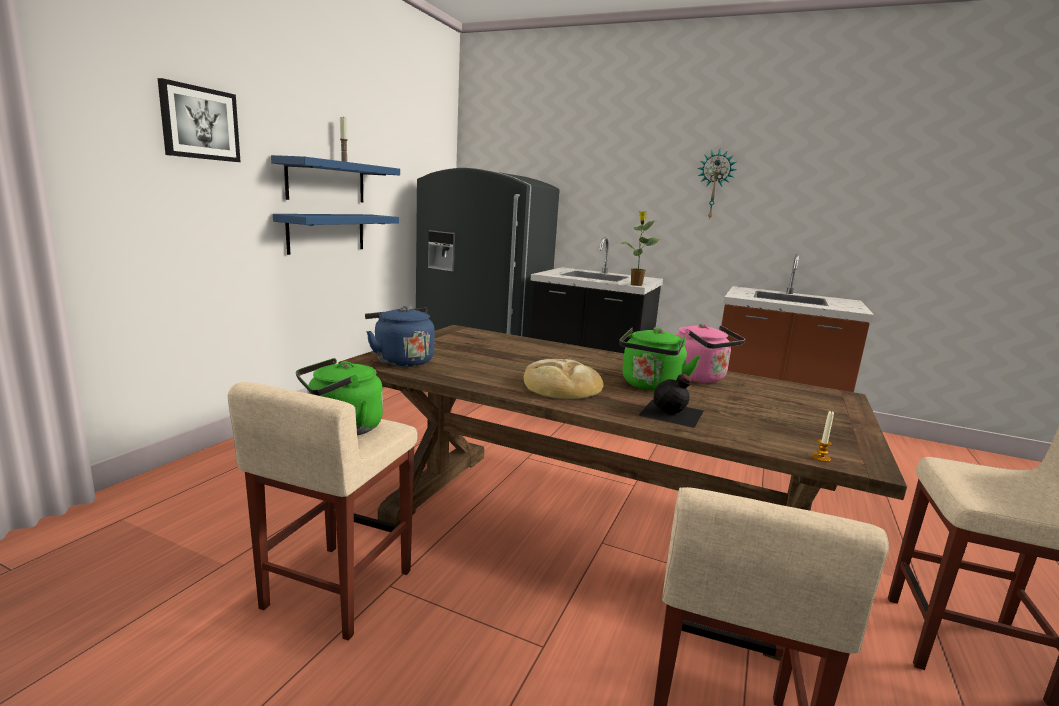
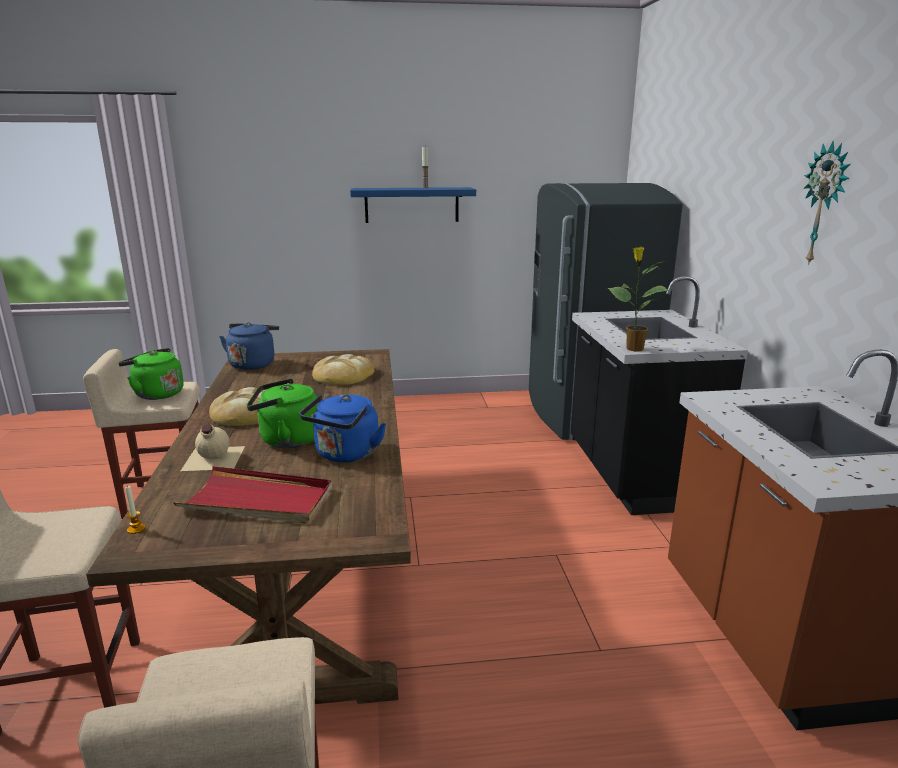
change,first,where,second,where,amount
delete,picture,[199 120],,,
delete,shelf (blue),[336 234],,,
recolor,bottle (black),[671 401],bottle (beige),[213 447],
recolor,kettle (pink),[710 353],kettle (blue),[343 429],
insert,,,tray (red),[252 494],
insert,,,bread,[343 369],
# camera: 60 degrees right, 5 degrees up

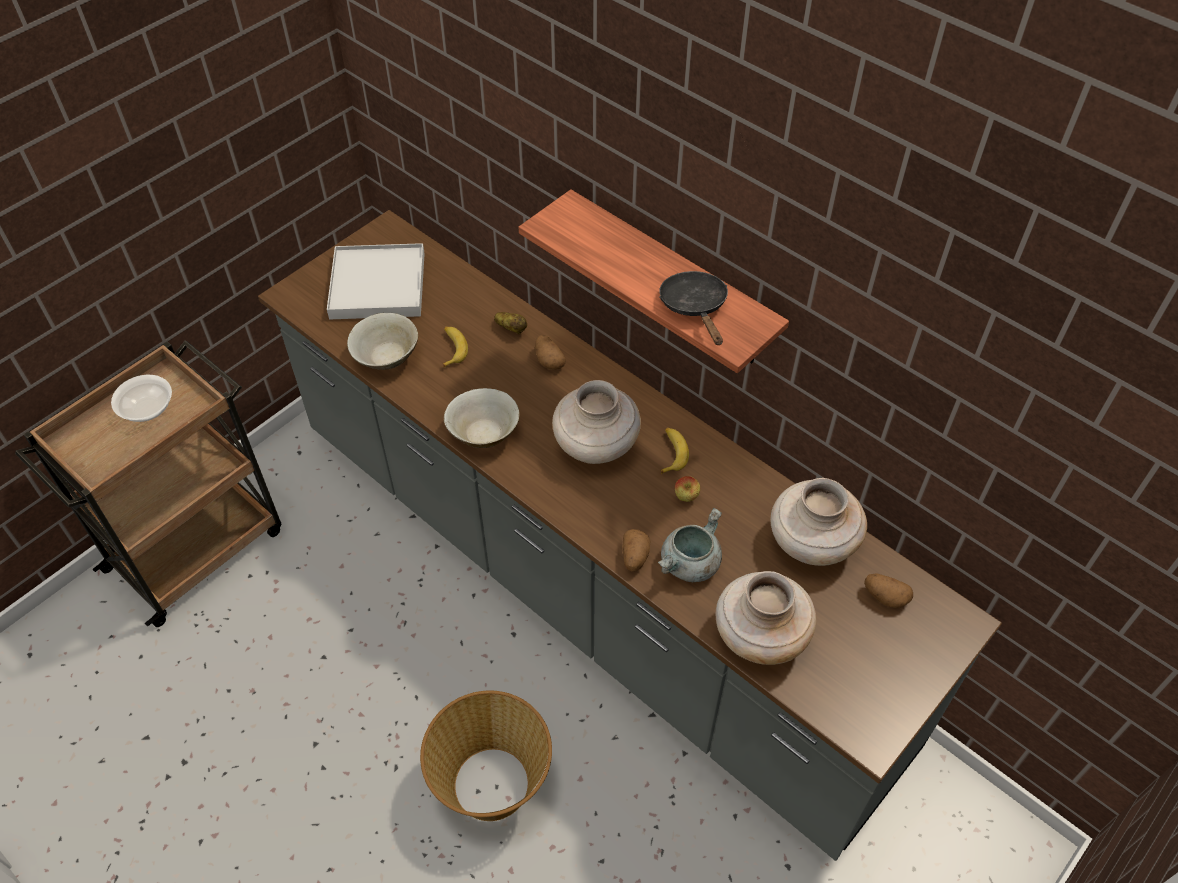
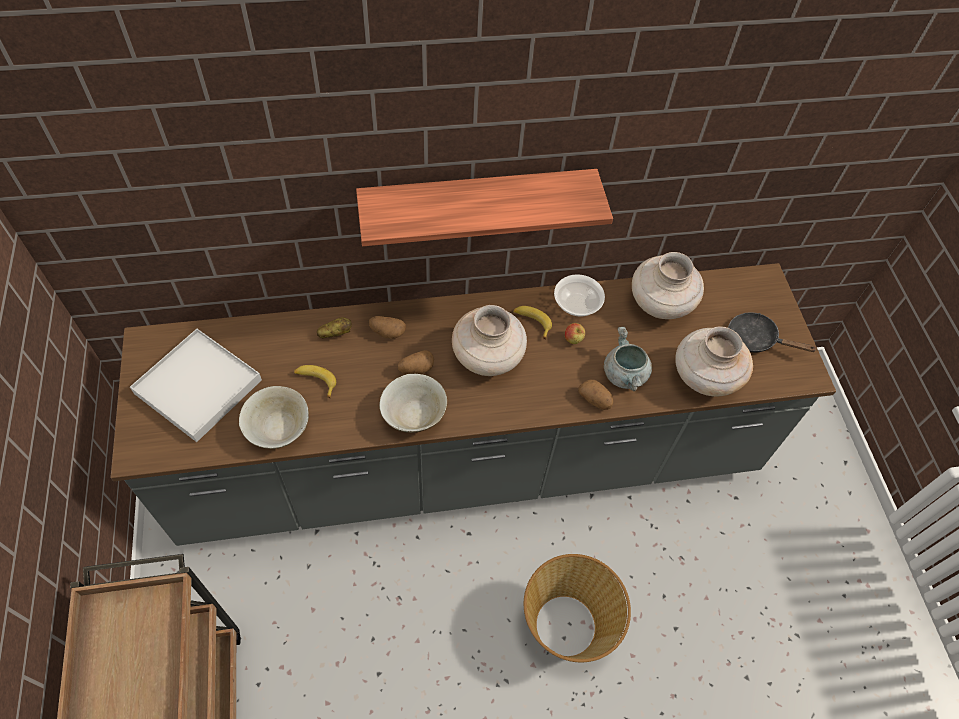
change,first,where,second,where,amount
move,bowl,[141 398],,[579 296],
move,frying pan (black),[693 308],,[772 332],
move,potato,[889 590],,[416 362],
# camera: 55 degrees left, 5 degrees up

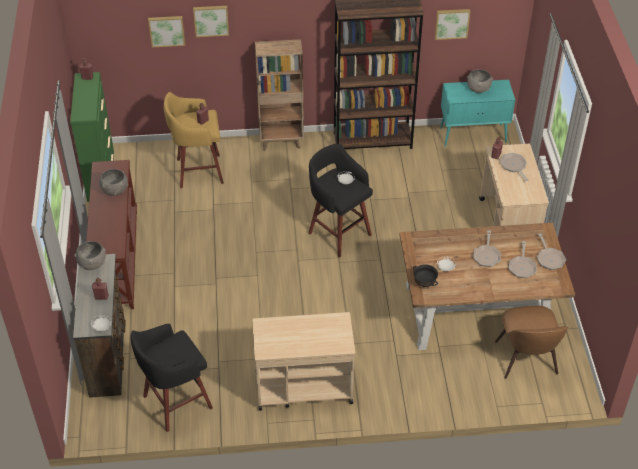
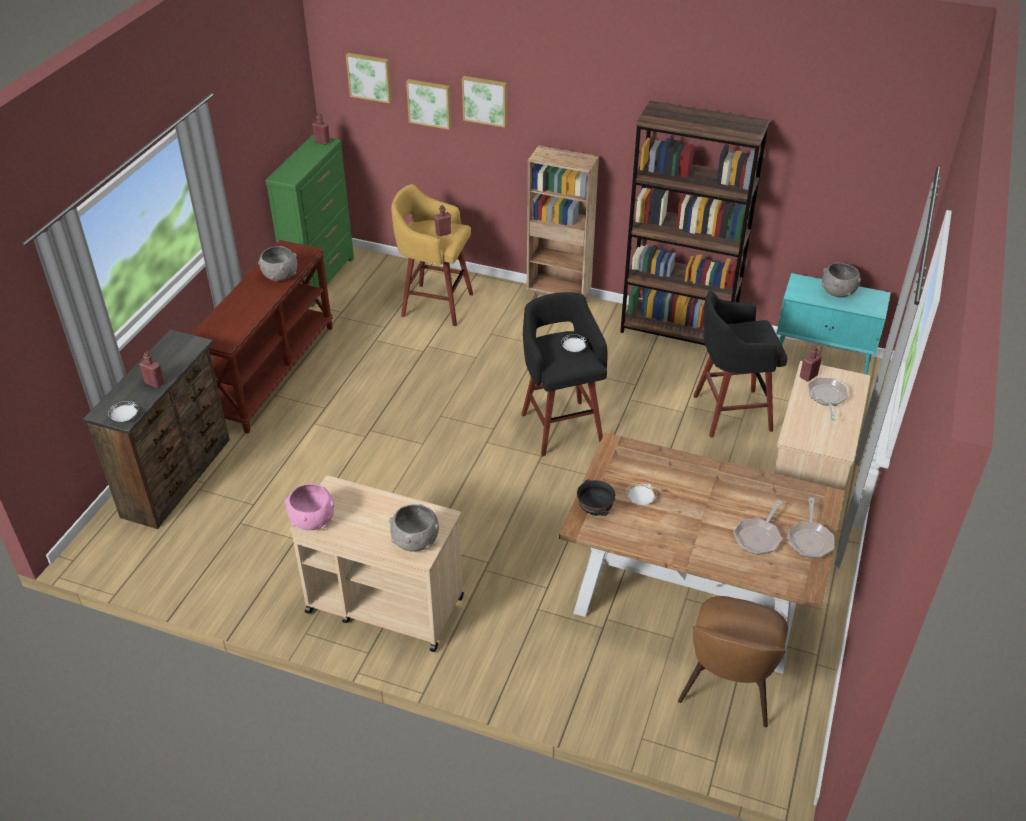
change,first,where,second,where,amount
move,bowl (grey),[90 255],,[414 528],
move,stool (black),[171 378],,[740 364],
move,picture,[452 24],,[369 78],
delete,frying pan,[487 248],,,
insert,,,bowl (pink),[309 506],
# camera: 25 degrees right, 5 degrees down

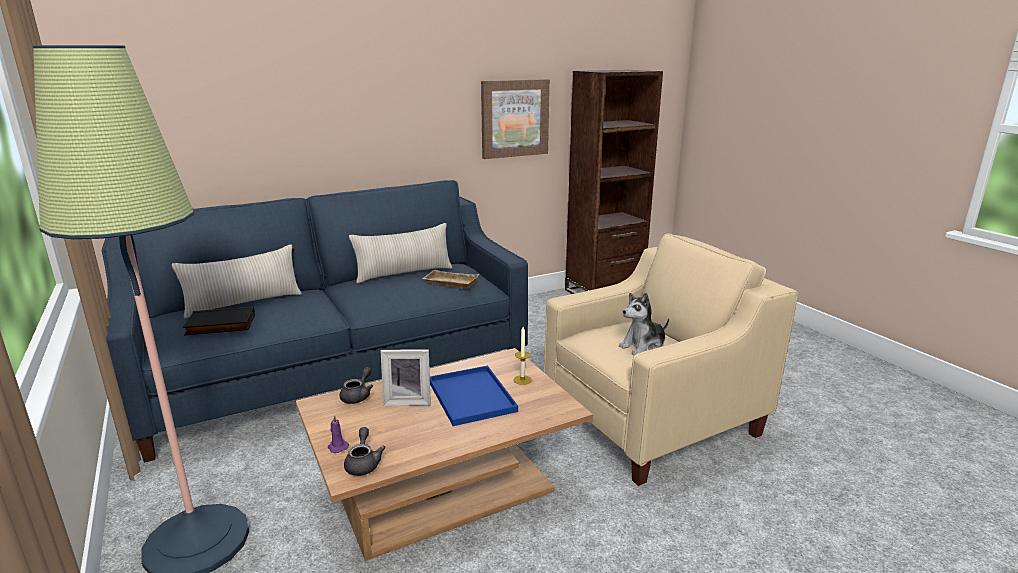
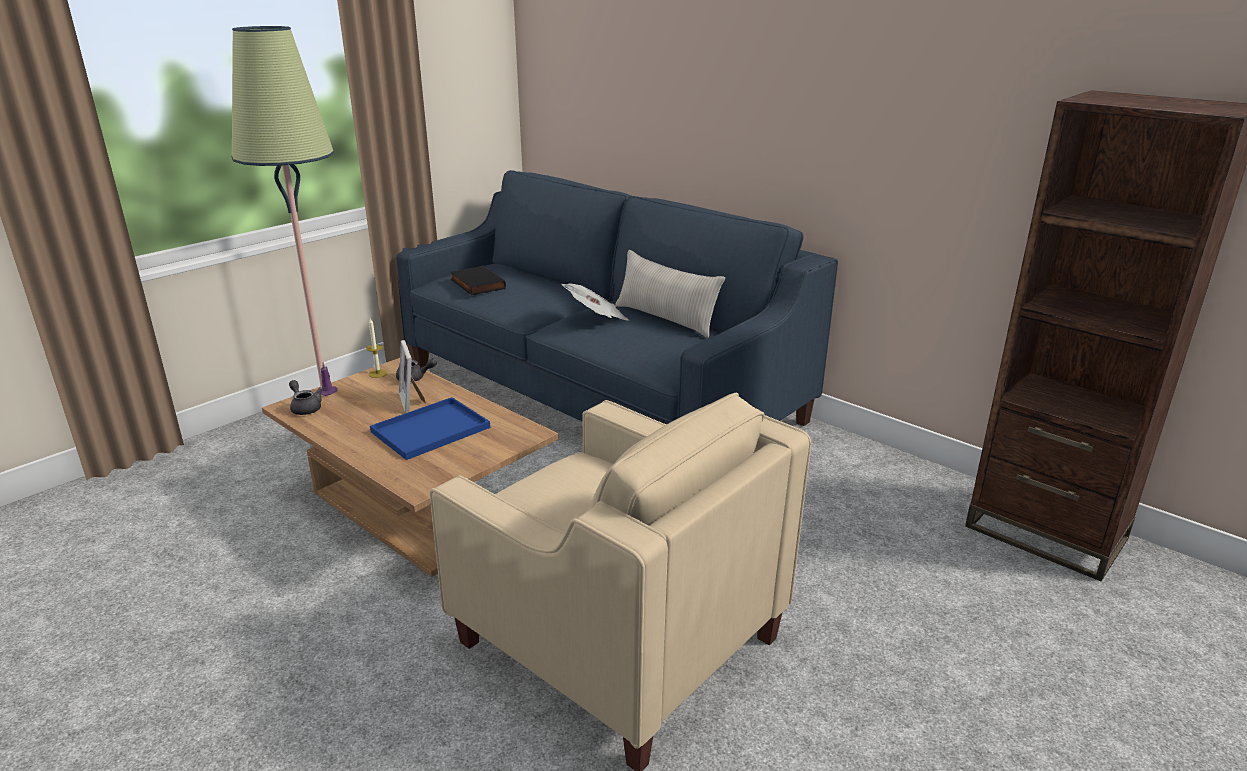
change,first,where,second,where,amount
delete,pillow (beige),[237 281],,,
rotate,teapot (grey),[365 451],,[306 397],105 degrees counterclockwise
delete,tray (beige),[450 279],,,
delete,picture,[515 119],,,
move,candle,[522 356],,[377 348],
delete,plush toy,[644 324],,,
insert,,,newspaper,[594 301],
# camera: 70 degrees right, 5 degrees up

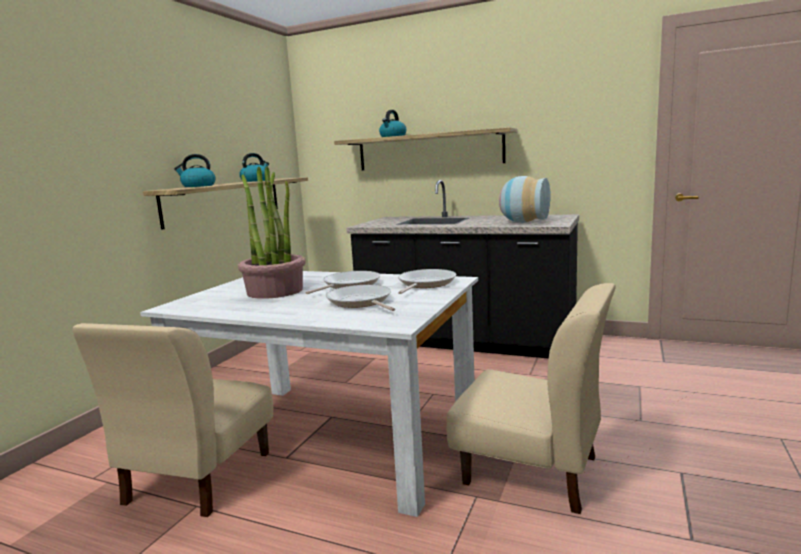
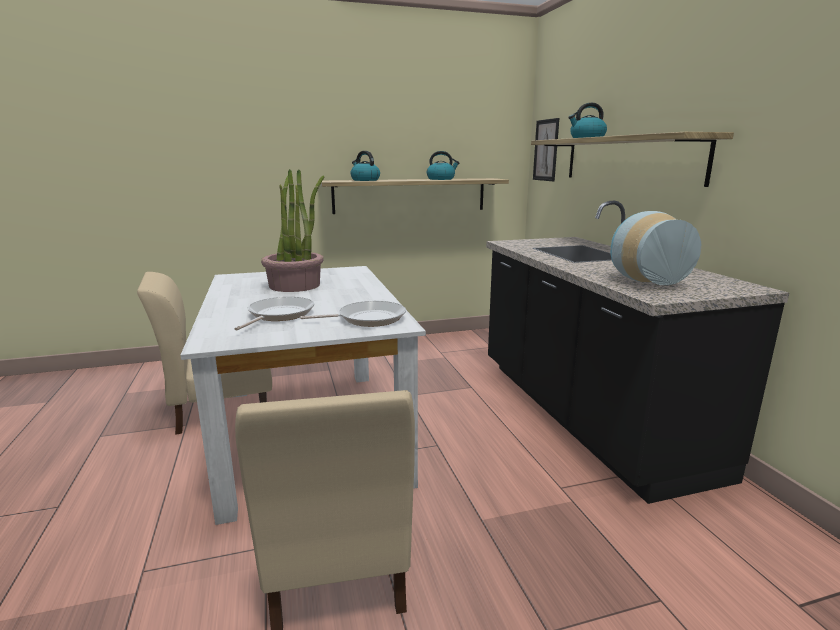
change,first,where,second,where,amount
delete,frying pan,[342 282],,,
insert,,,picture,[546 149],
# camera: 50 degrees right, 5 degrees up

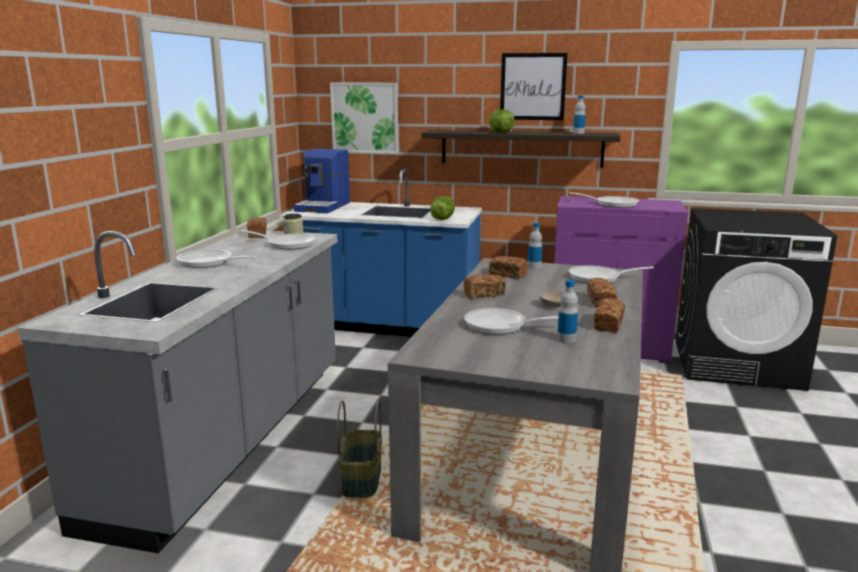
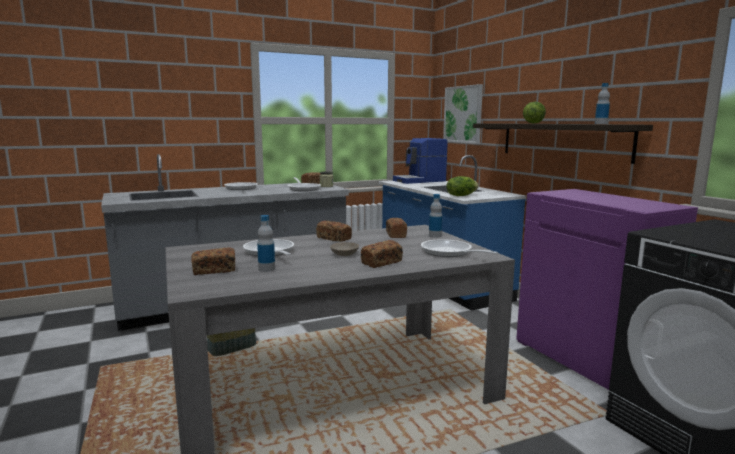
change,first,where,second,where,amount
delete,picture,[534 86],,,
delete,frying pan,[604 200],,,
move,bread,[609 315],,[213 261],
# camera: 50 degrees right, 5 degrees down

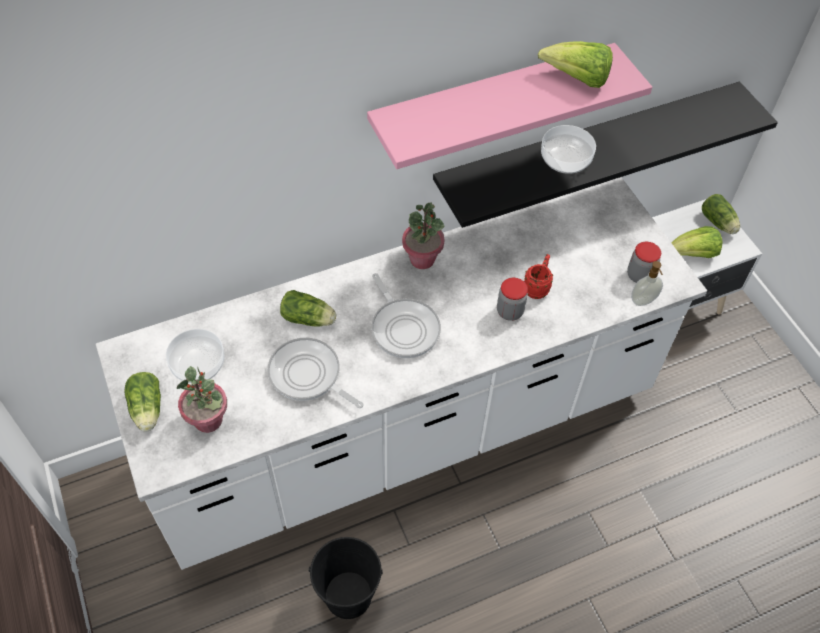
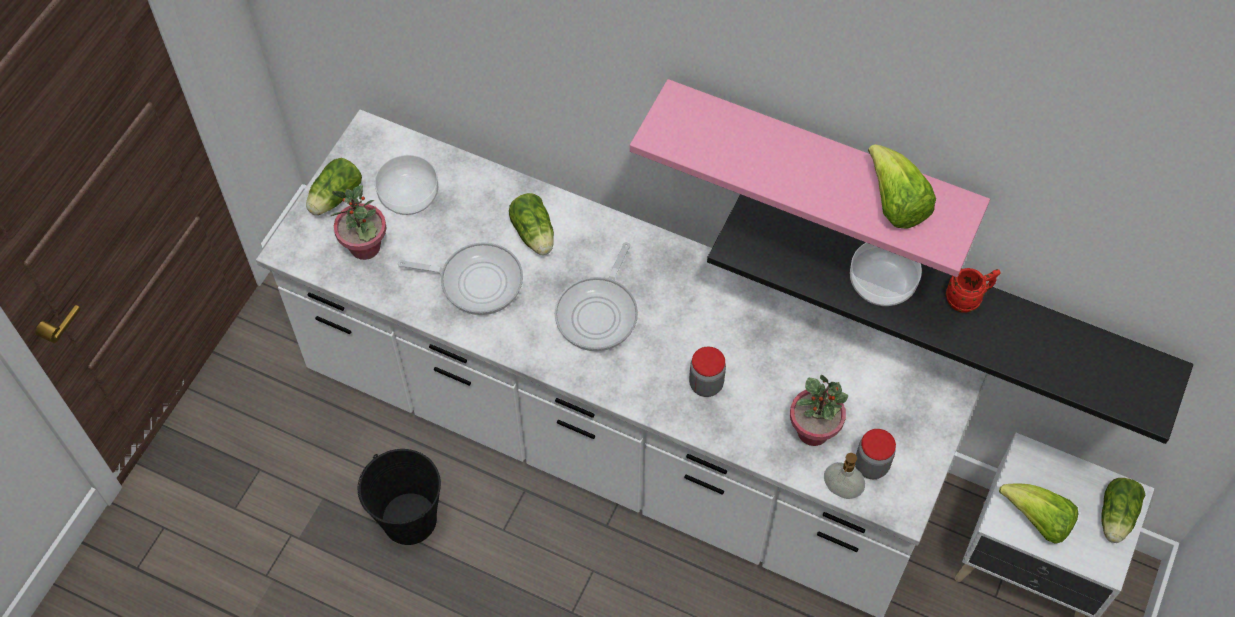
change,first,where,second,where,amount
rotate,frying pan,[315 373],,[460 278],105 degrees clockwise
move,potted plant,[423 235],,[819 410],
move,mug (red),[538 276],,[973 290],
# camera: 50 degrees right, 5 degrees up

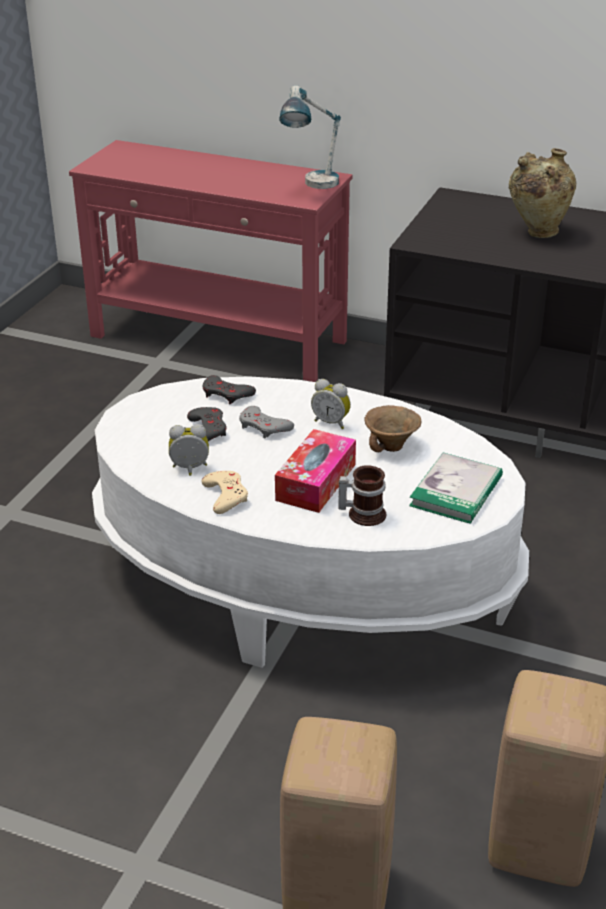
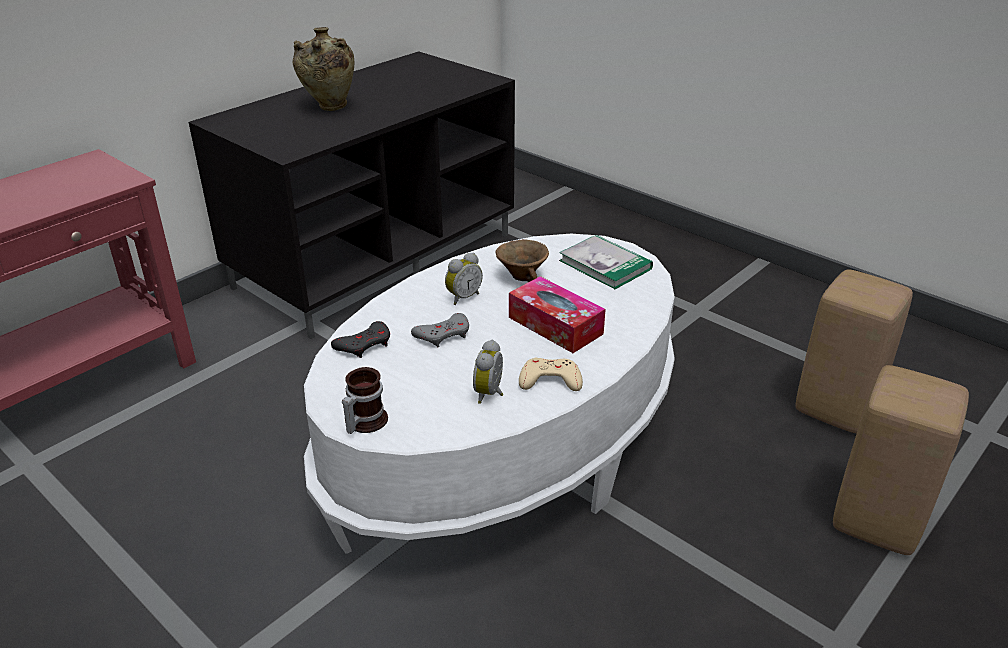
change,first,where,second,where,amount
delete,game controller (grey),[206 424],,,
delete,table lamp,[310 137],,,
move,mug,[362 495],,[365 400],
# camera: 70 degrees left, 0 degrees up

